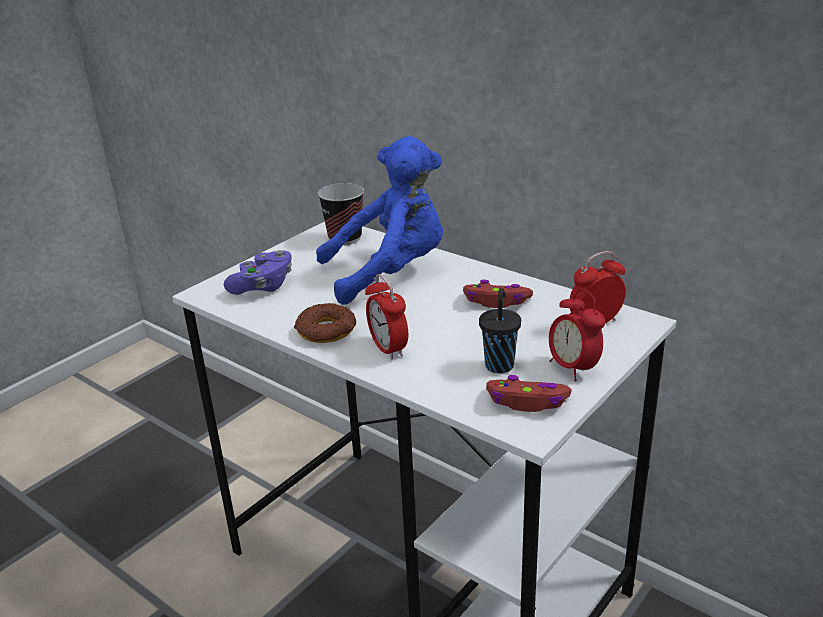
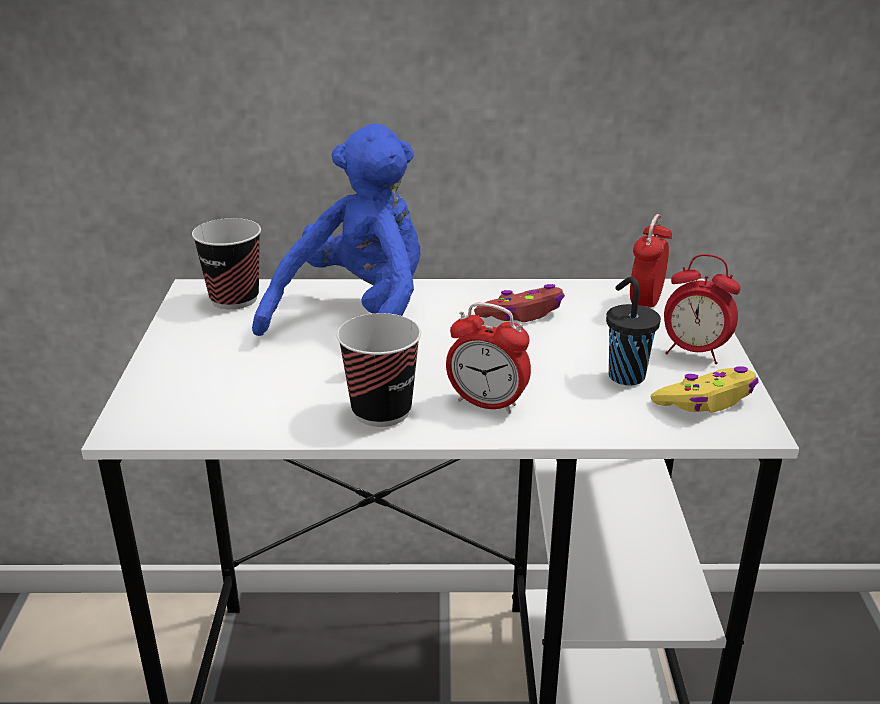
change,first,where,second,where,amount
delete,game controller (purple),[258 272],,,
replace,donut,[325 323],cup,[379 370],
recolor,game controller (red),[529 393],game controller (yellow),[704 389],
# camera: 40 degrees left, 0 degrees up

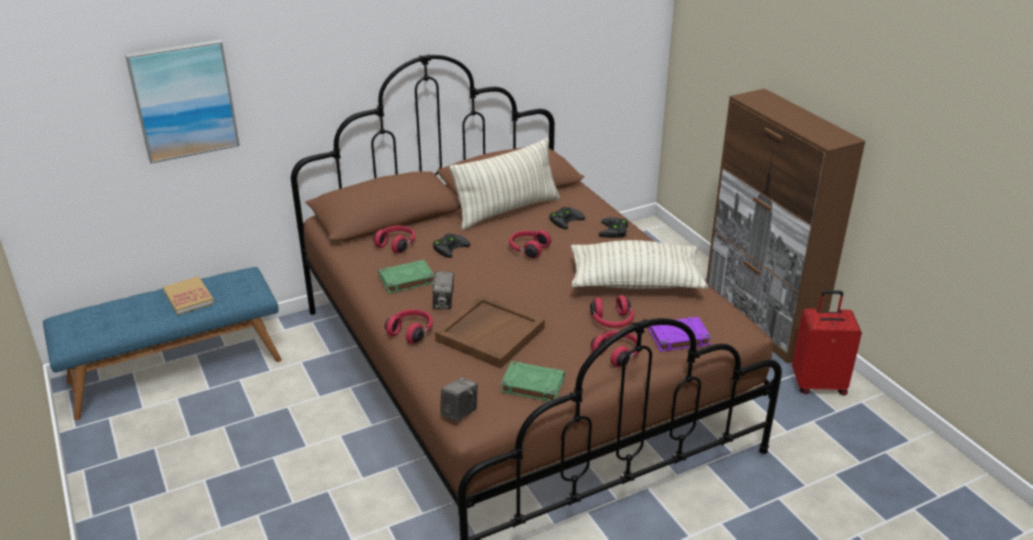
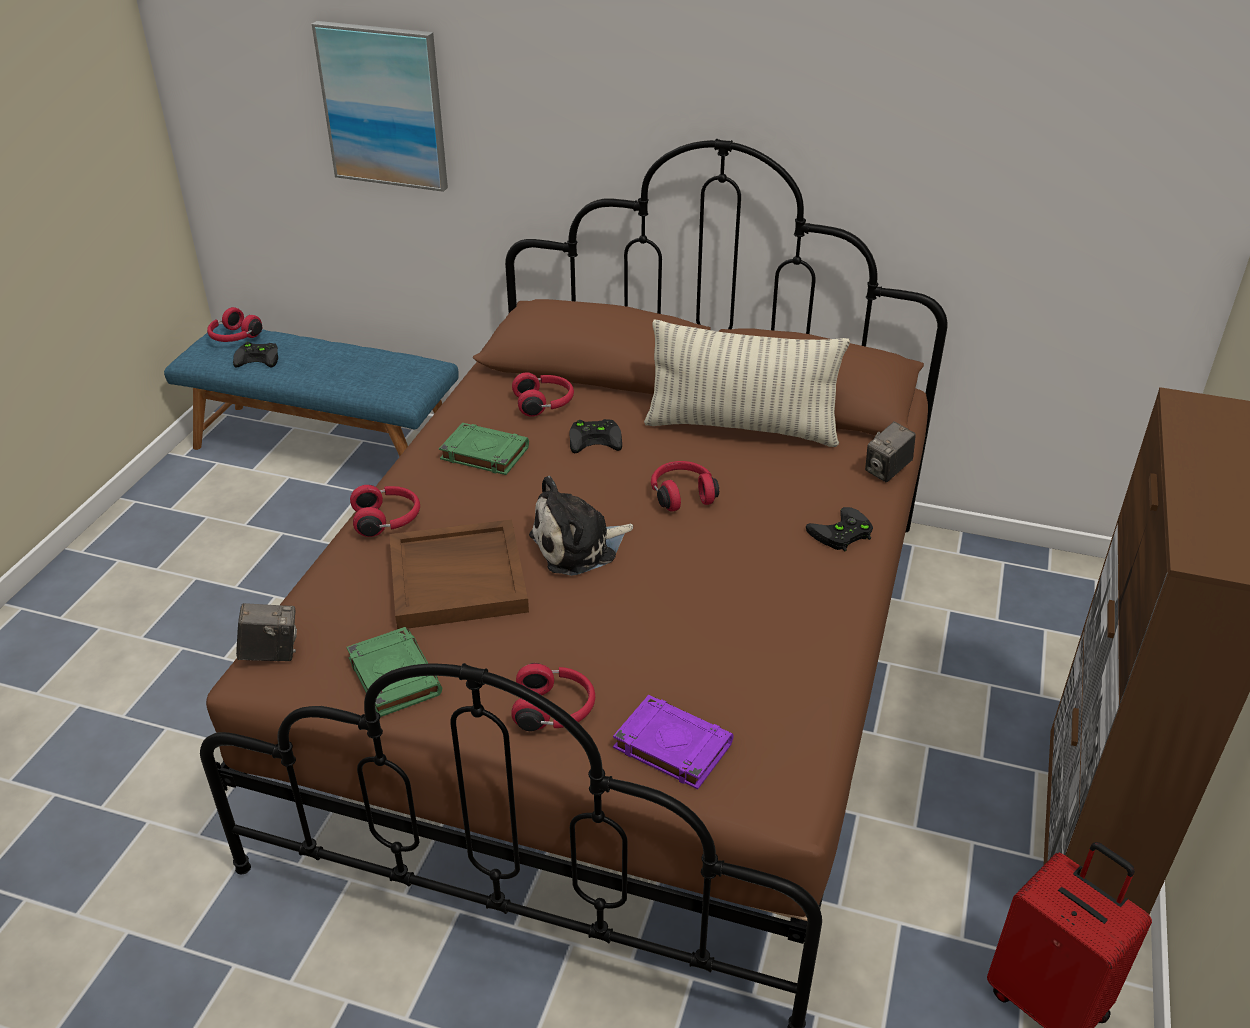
change,first,where,second,where,amount
delete,book,[188 295],,,
move,photo camera,[443 290],,[890 452],
move,game controller (black),[567 218],,[255 355],
delete,pillow,[639 264],,,
move,headphones (red),[612 311],,[234 324],
insert,,,plush toy,[581 526],
# camera: 45 degrees right, 5 degrees up

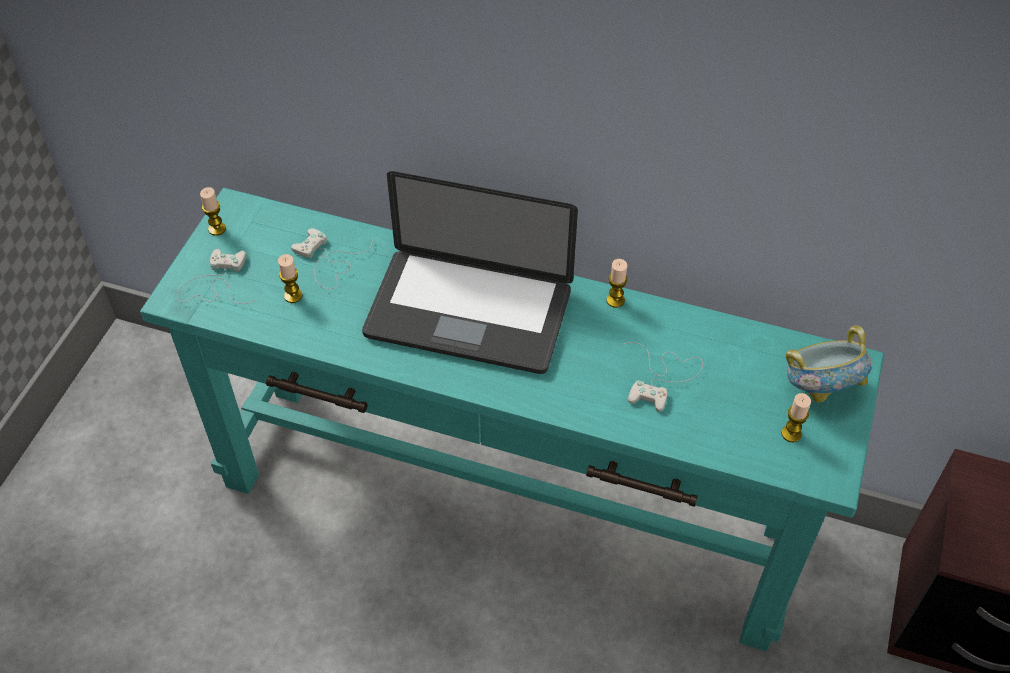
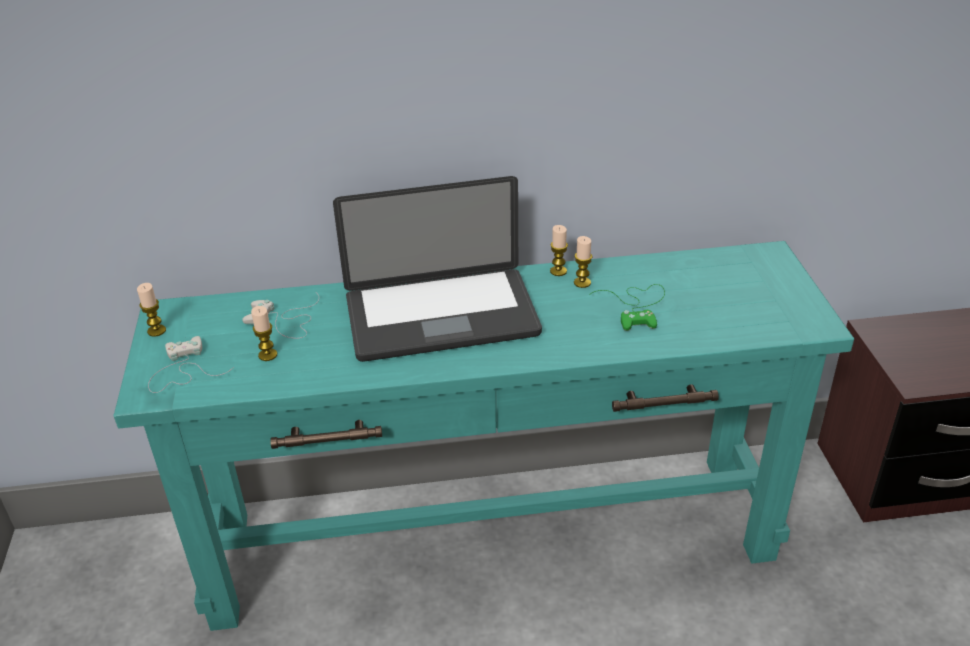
change,first,where,second,where,amount
recolor,game controller (white),[662 377],game controller (green),[627 307],
move,candle,[796 417],,[583 262],
delete,bowl,[829 363],,,
# camera: 25 degrees left, 15 degrees down

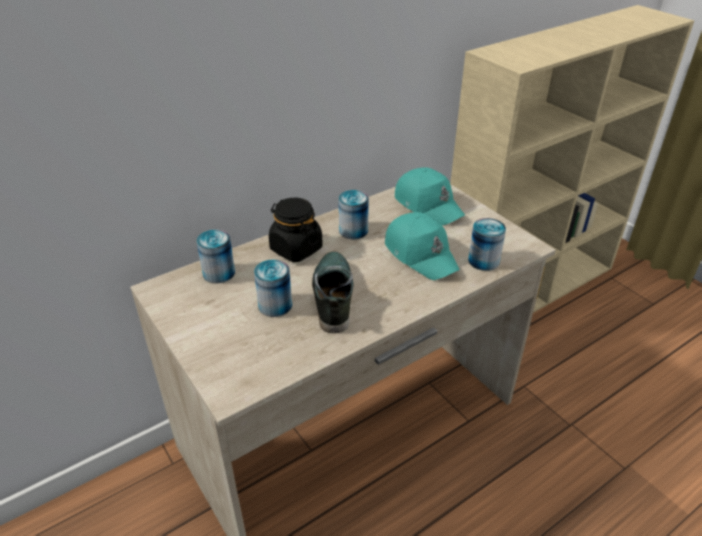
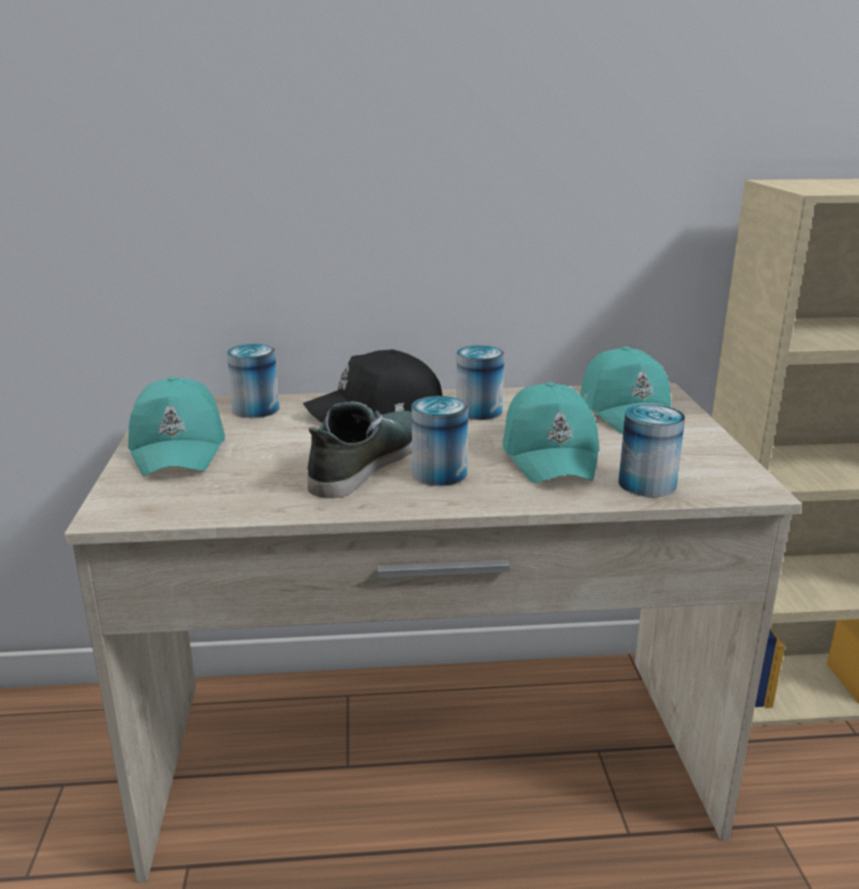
change,first,where,second,where,amount
move,can,[273 288],,[440 441],
replace,jar (black),[296 230],cap (black),[372 386],
insert,,,cap (turquoise),[176 426],
# camera: 30 degrees right, 15 degrees down

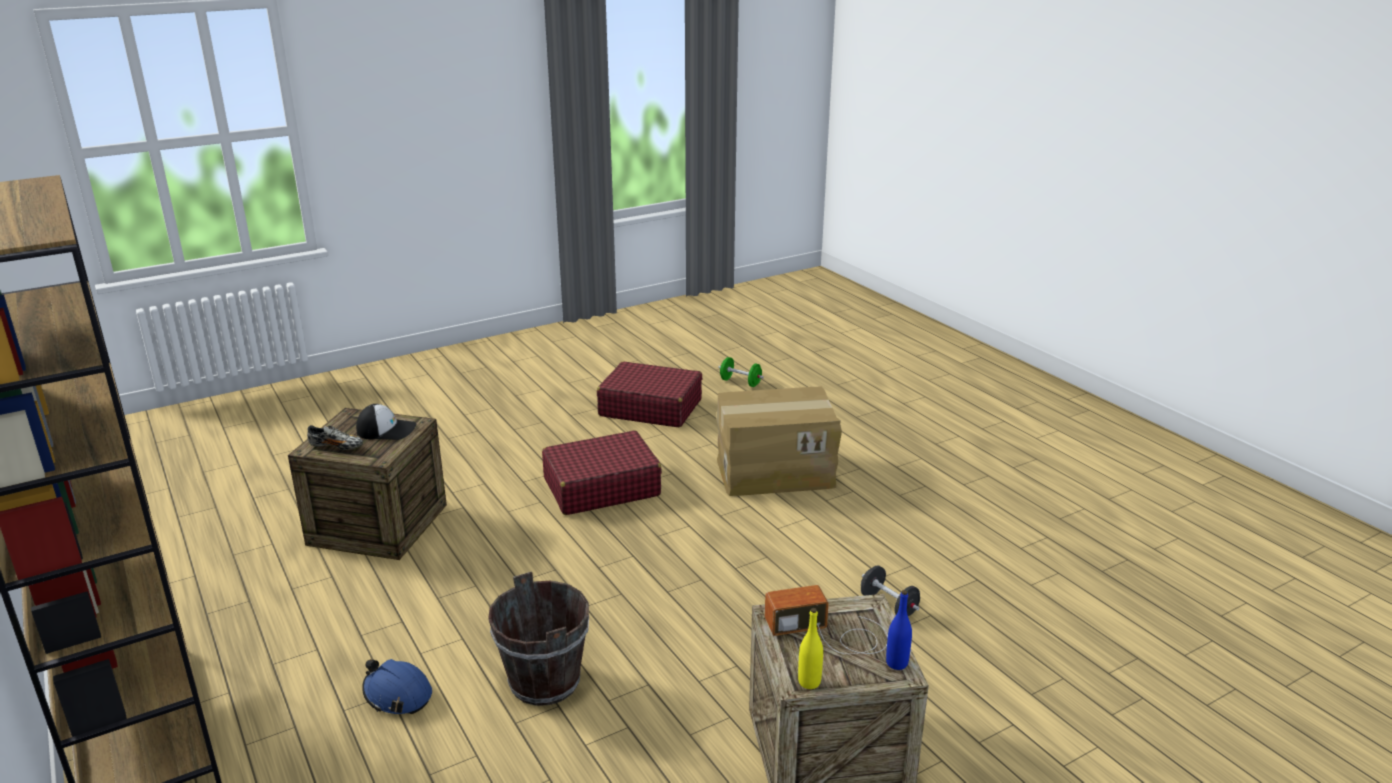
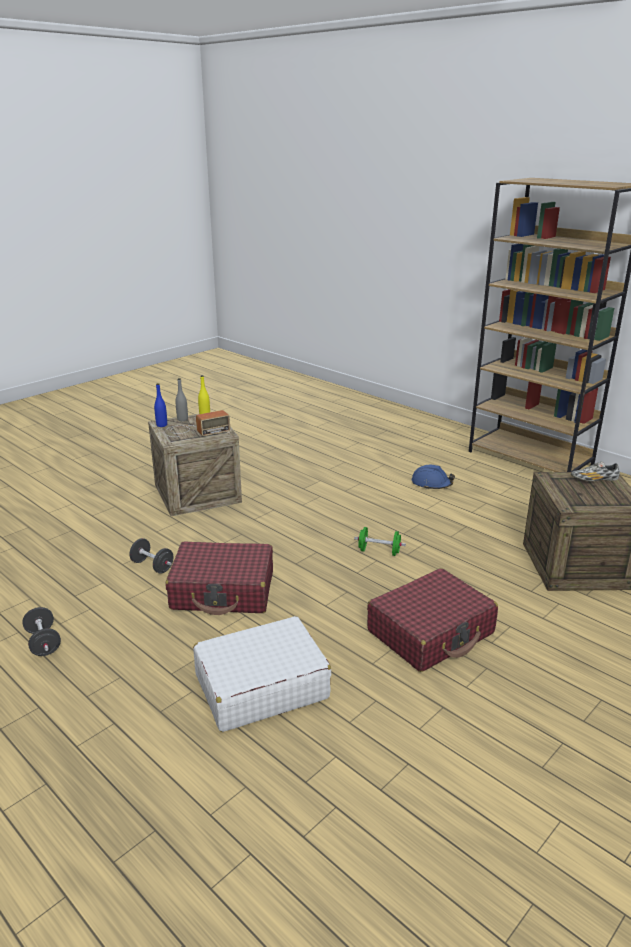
change,first,where,second,where,amount
delete,cap,[386 422],,,
delete,bucket (brown),[538 639],,,
move,suitcase (red),[649 394],,[219 578],
replace,cardboard box,[779 441],suitcase (white),[262 674],
move,dumbbell (green),[741 372],,[380 541],
insert,,,dumbbell (black),[41 631],
insert,,,bottle (grey),[181 399],
# camera: 165 degrees right, 0 degrees up

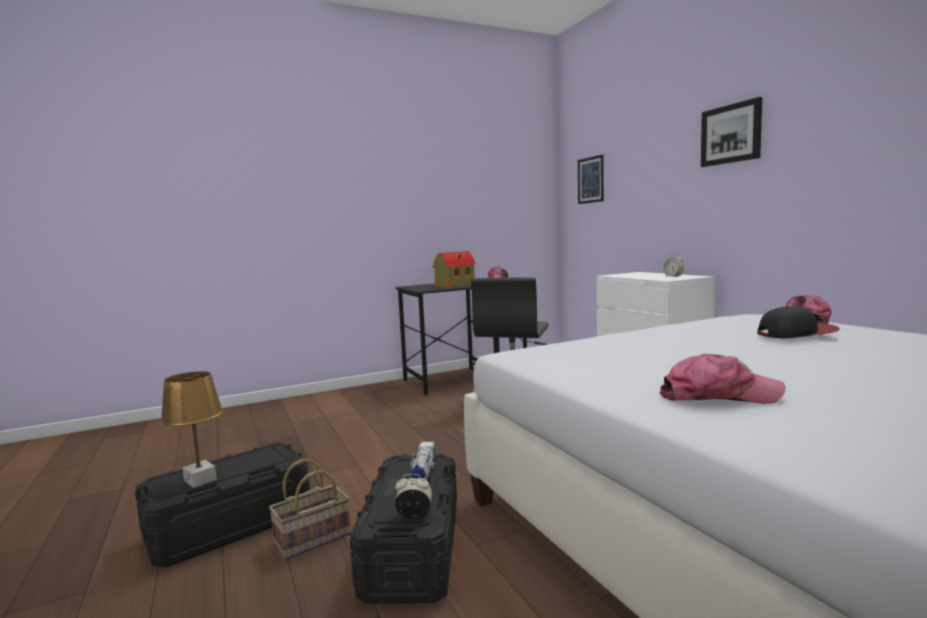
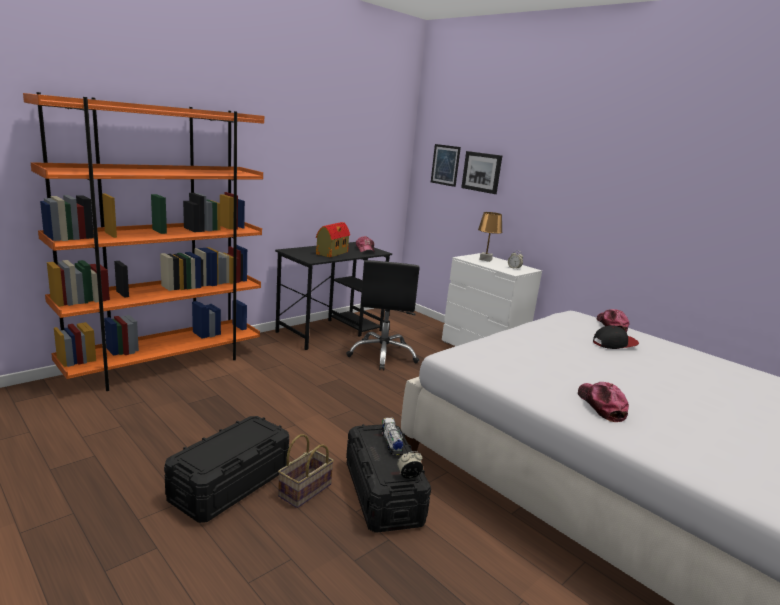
change,first,where,second,where,amount
move,table lamp (brown),[192 429],,[490 237],
rotate,cap,[722 378],,[603 402],90 degrees counterclockwise
move,picture,[731 132],,[481 172],
insert,,,bookcase (orange),[143 241],
# camera: 20 degrees left, 10 degrees up

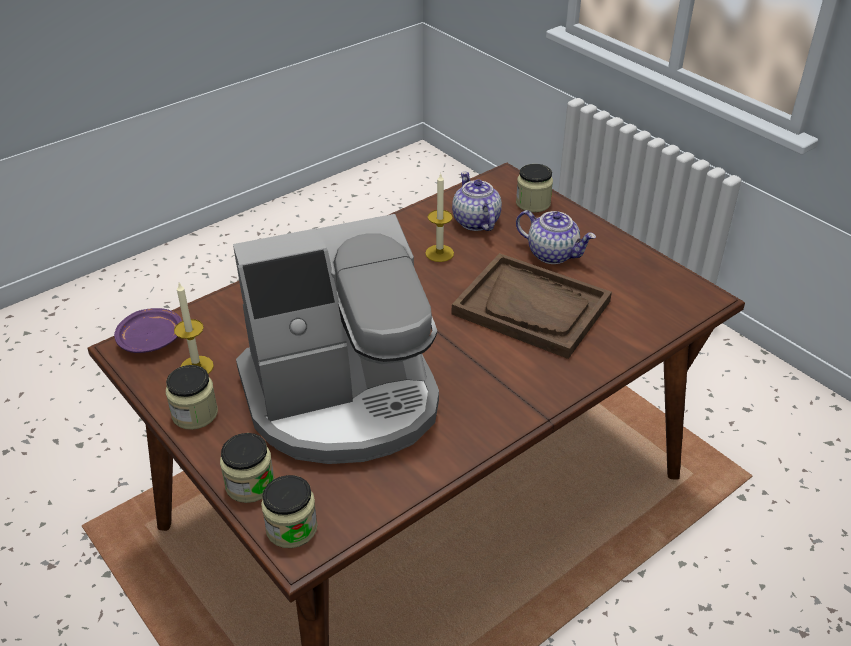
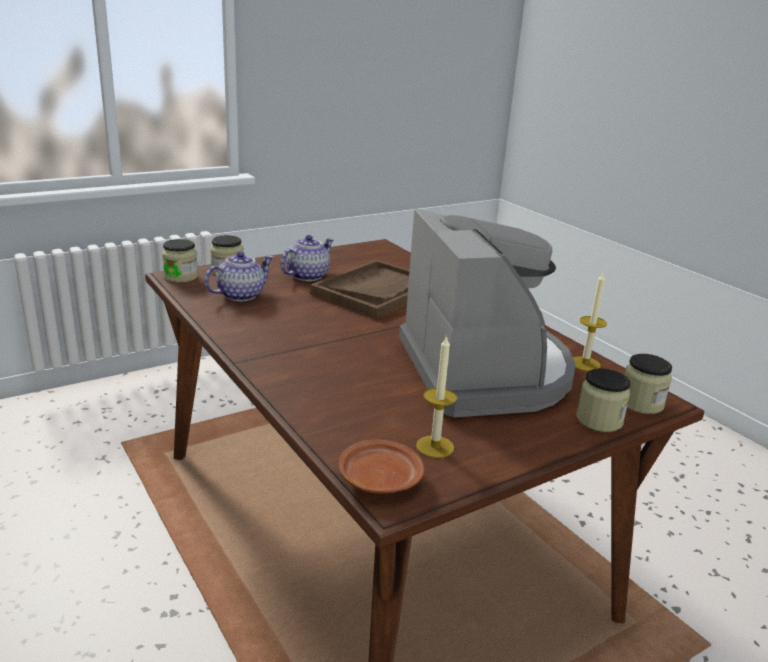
change,first,where,second,where,amount
recolor,plate (purple),[148 330],plate (brown),[381 467],
move,jar,[192 397],,[180 261],
move,candle,[439 217],,[590 322],
rotate,teapot,[477 201],,[239 276],150 degrees clockwise
# camera: 85 degrees left, 15 degrees down

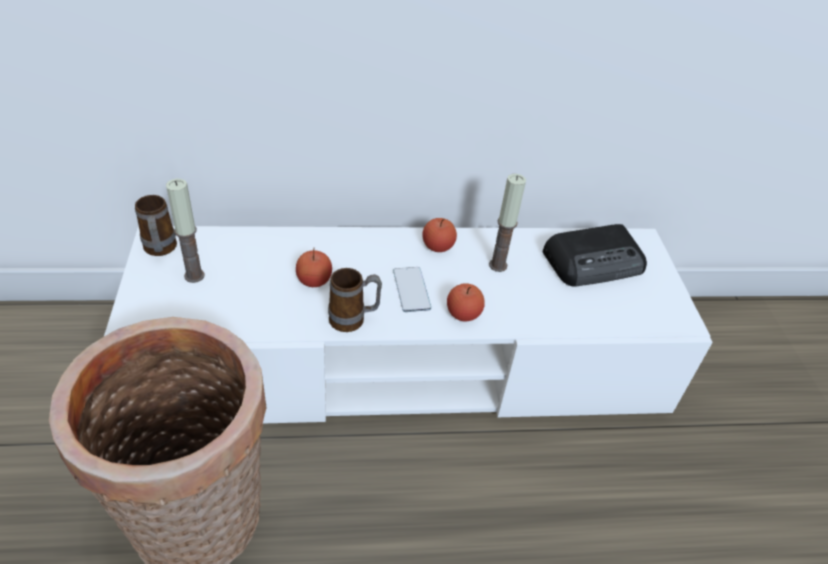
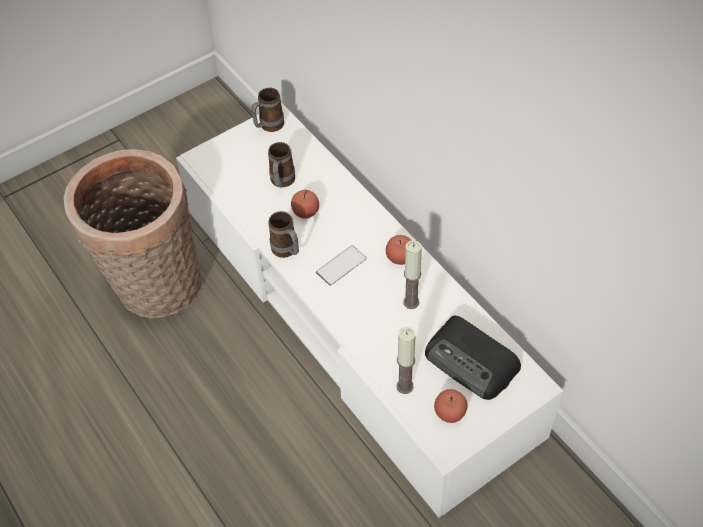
change,first,where,second,where,amount
move,candle,[185 231],,[406 360],
move,apple,[466 302],,[451 406],
insert,,,mug,[281 164],
# camera: 65 degrees right, 10 degrees up

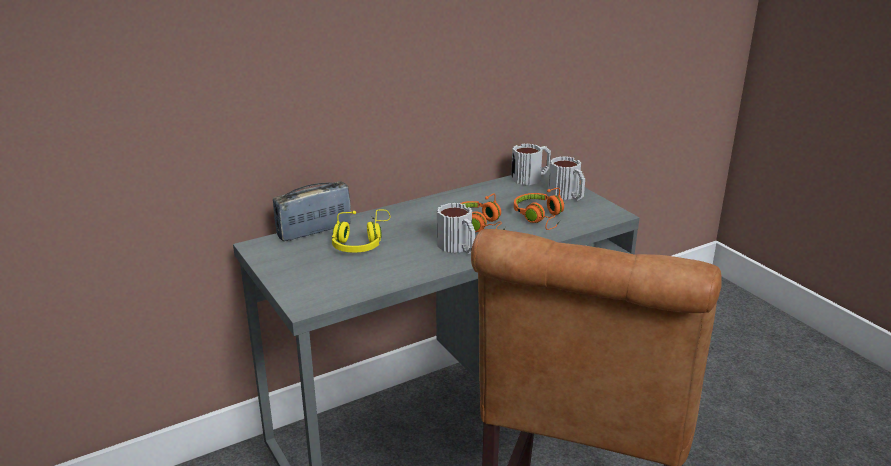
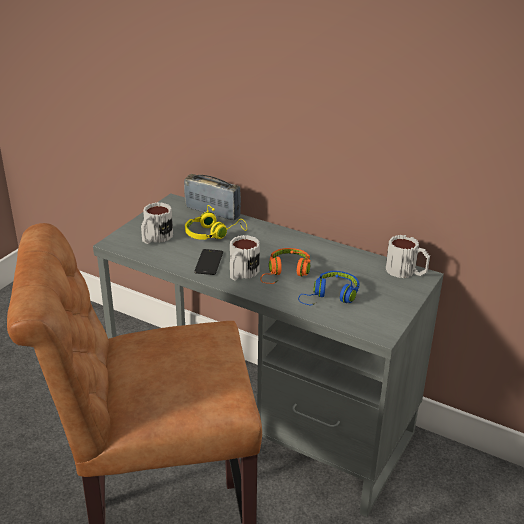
change,first,where,second,where,amount
recolor,headphones (orange),[539 209],headphones (blue),[329 288],
move,mug,[566 178],,[157 223],
insert,,,phone,[208 262],
# camera: 60 degrees right, 5 degrees up

